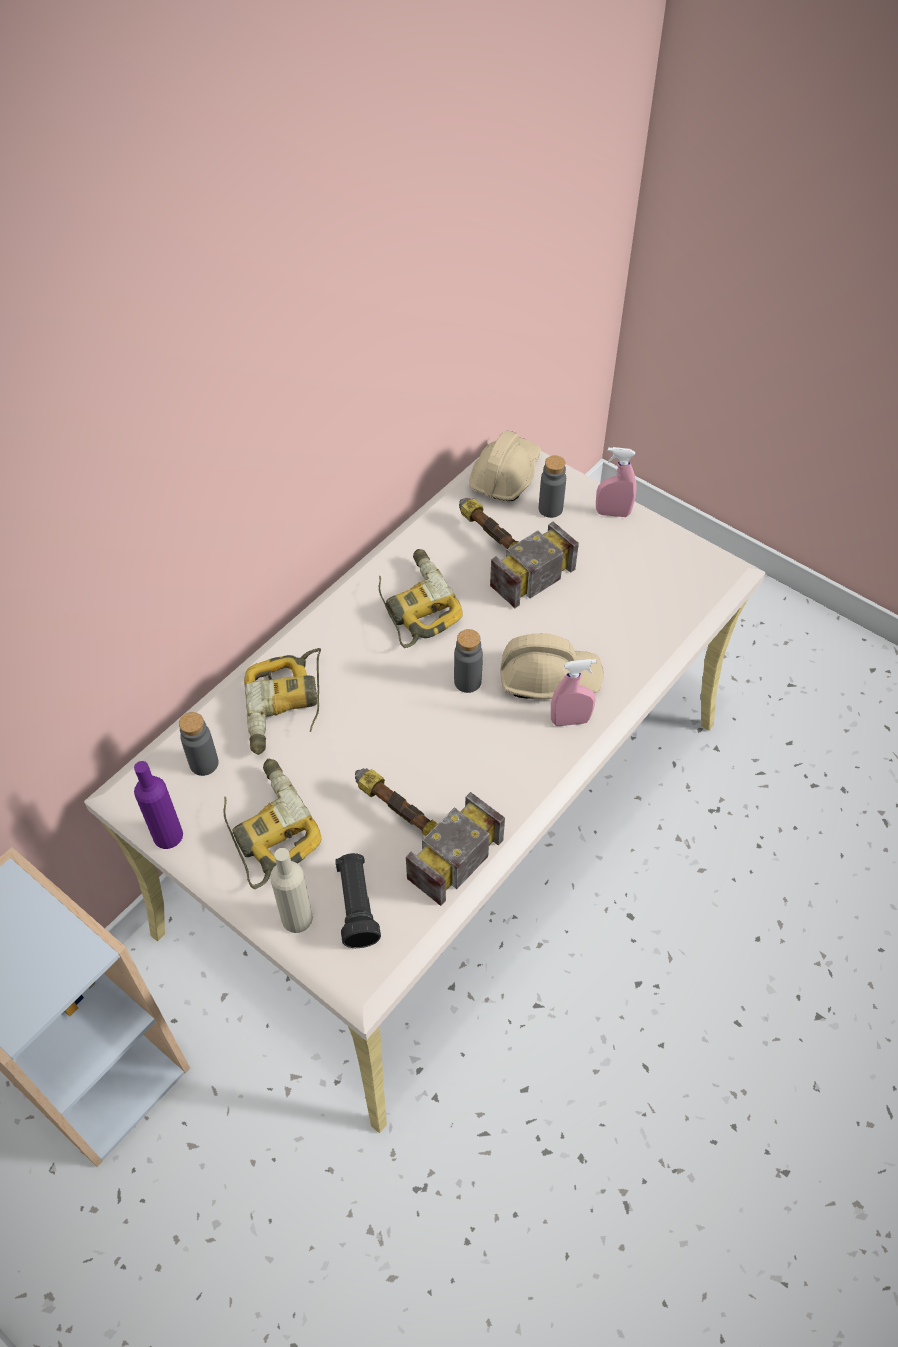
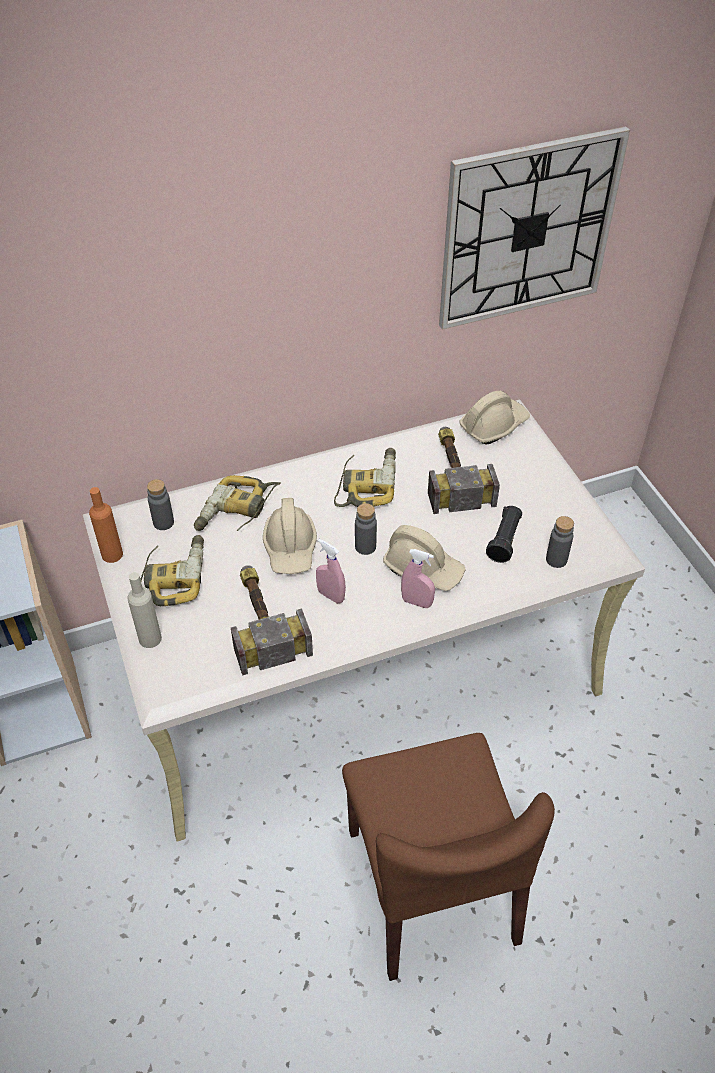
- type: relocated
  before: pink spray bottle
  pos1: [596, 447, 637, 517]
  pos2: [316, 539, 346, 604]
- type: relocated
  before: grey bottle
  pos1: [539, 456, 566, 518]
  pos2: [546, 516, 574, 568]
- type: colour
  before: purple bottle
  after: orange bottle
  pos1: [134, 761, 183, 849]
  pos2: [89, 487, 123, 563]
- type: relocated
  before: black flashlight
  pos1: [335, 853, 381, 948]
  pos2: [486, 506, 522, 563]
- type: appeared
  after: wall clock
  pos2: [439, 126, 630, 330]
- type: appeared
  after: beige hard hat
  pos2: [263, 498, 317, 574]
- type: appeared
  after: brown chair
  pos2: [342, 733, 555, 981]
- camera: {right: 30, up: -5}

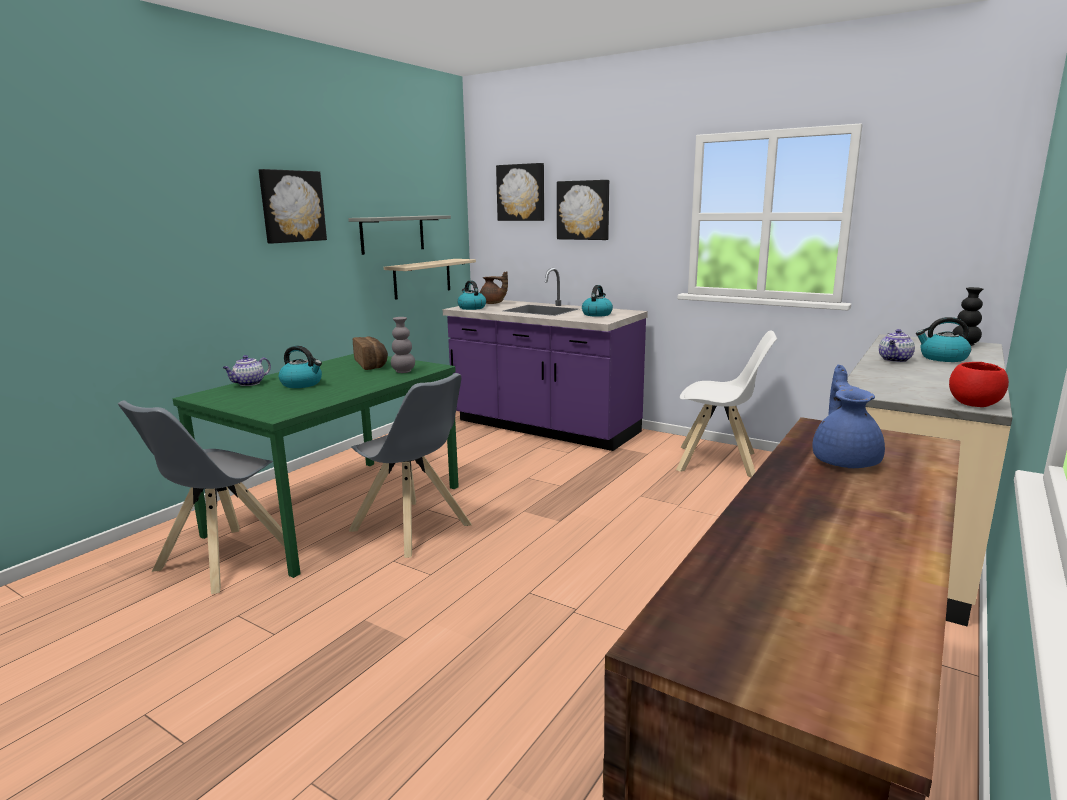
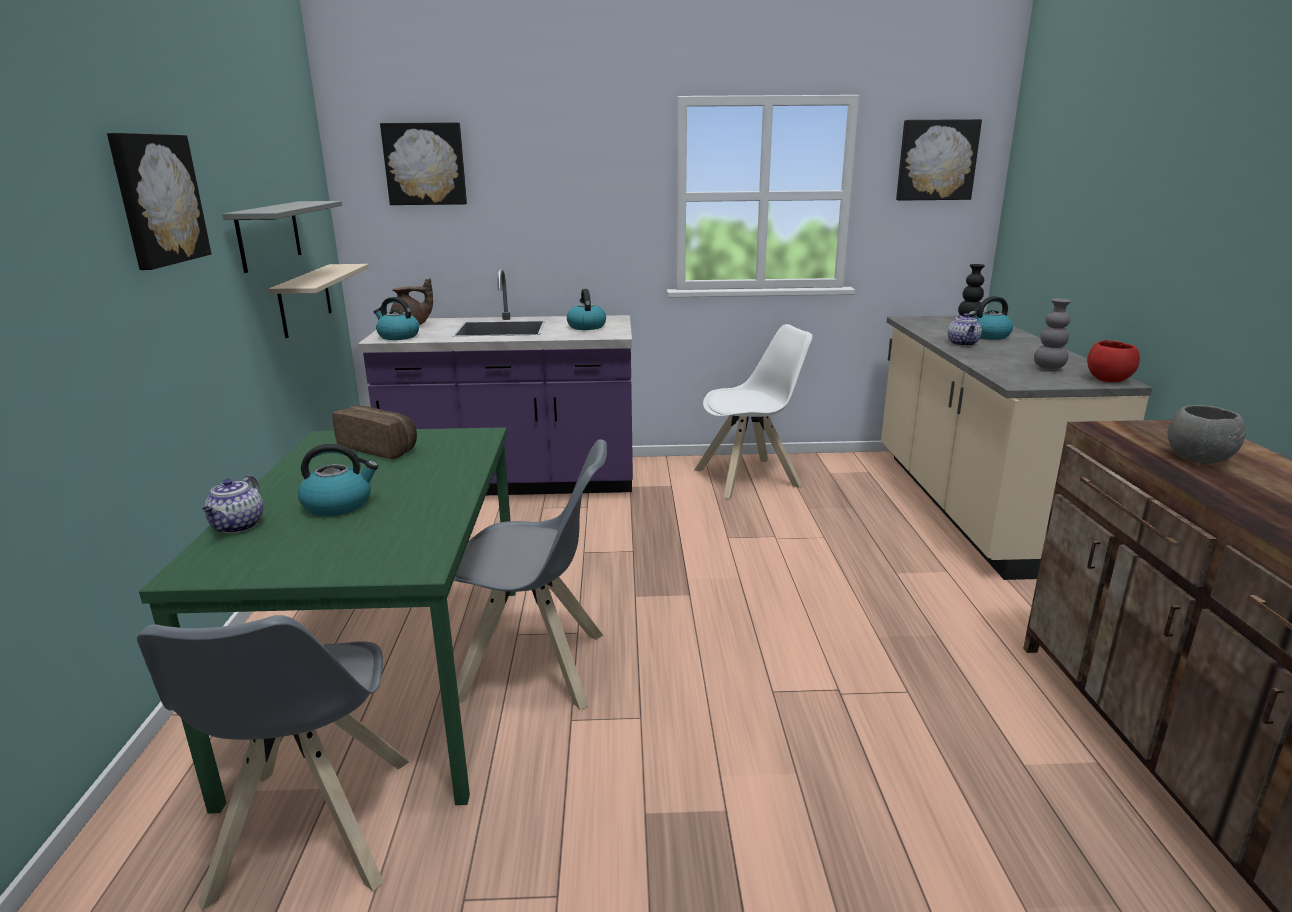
- type: relocated
  before: picture
  pos1: [557, 180, 609, 240]
  pos2: [896, 119, 982, 201]
- type: relocated
  before: grey vase
  pos1: [391, 317, 415, 373]
  pos2: [1034, 298, 1072, 371]
- type: exchanged
  before: blue teapot
  after: grey bowl
  pos1: [812, 365, 885, 468]
  pos2: [1167, 405, 1246, 464]
- camera: {right: -35, up: 5}

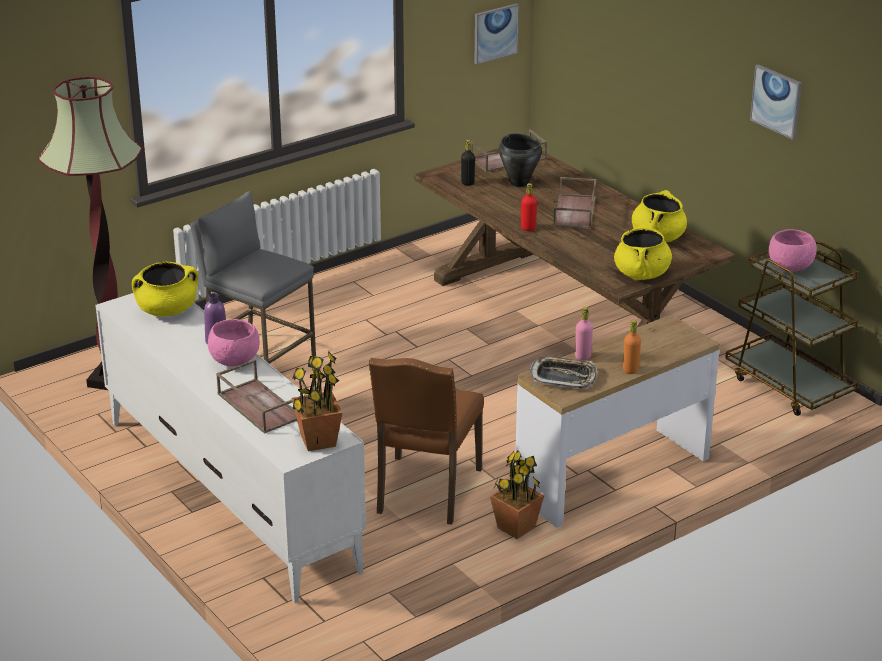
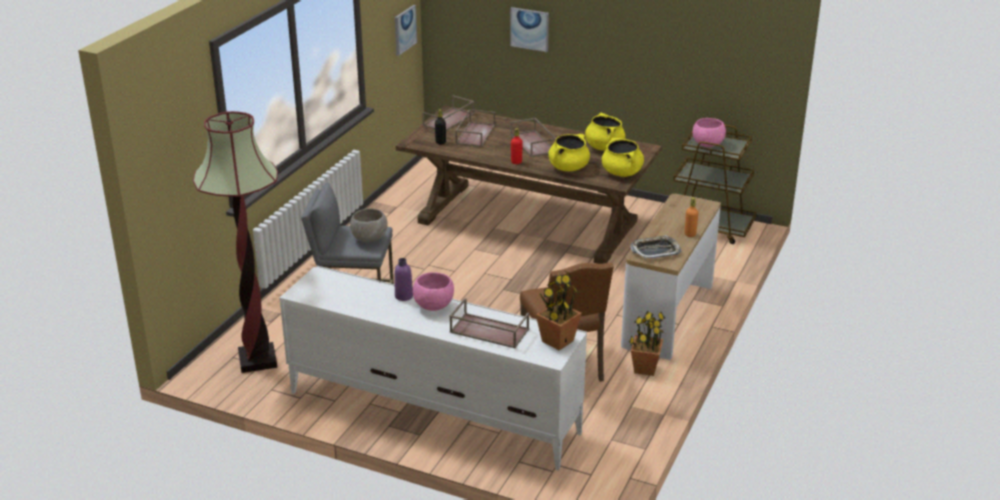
- type: relocated
  before: picture
  pos1: [750, 64, 802, 140]
  pos2: [510, 7, 549, 52]
- type: exchanged
  before: black cooking pot
  after: brown tray
  pos1: [499, 134, 542, 187]
  pos2: [455, 109, 495, 147]
- type: relocated
  before: yellow cooking pot
  pos1: [132, 262, 199, 316]
  pos2: [548, 134, 590, 171]
- type: missing
  before: pink bottle
  pos1: [575, 307, 593, 361]
- type: appeared
  after: grey bowl
  pos2: [350, 208, 388, 242]
- camera: {right: -30, up: 0}

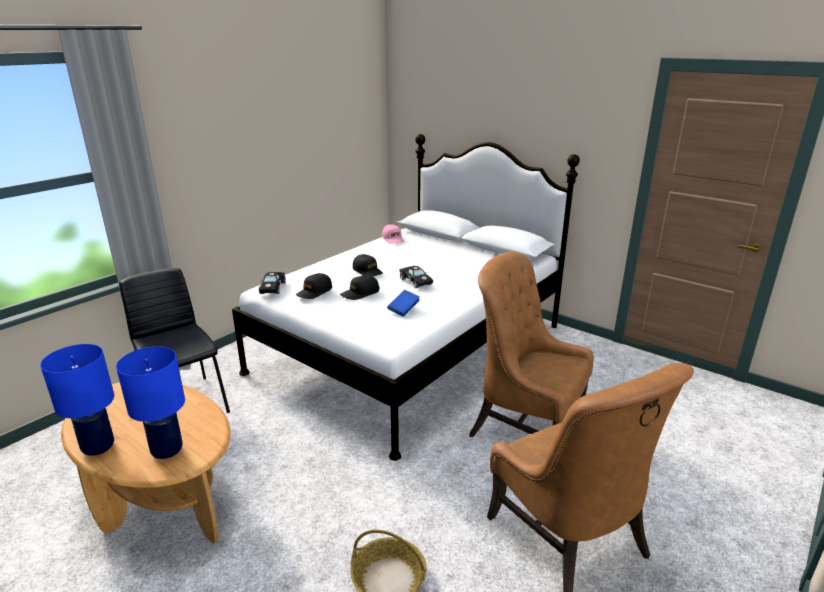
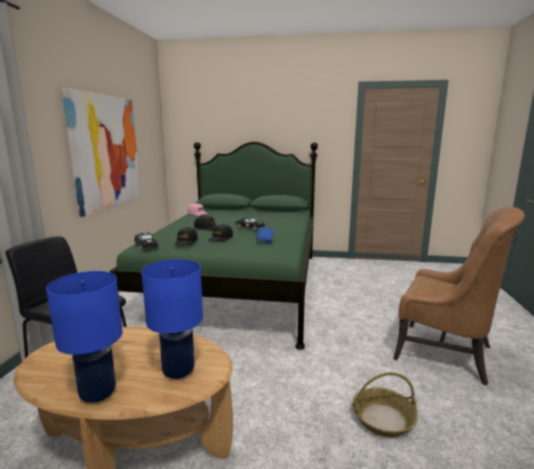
- type: colour
  before: white bed
  after: green bed
  pos1: [232, 134, 580, 461]
  pos2: [110, 142, 318, 350]
- type: missing
  before: brown chair
  pos1: [469, 252, 594, 437]
- type: appeared
  after: picture
  pos2: [62, 88, 141, 217]
- camera: {right: -30, up: -10}

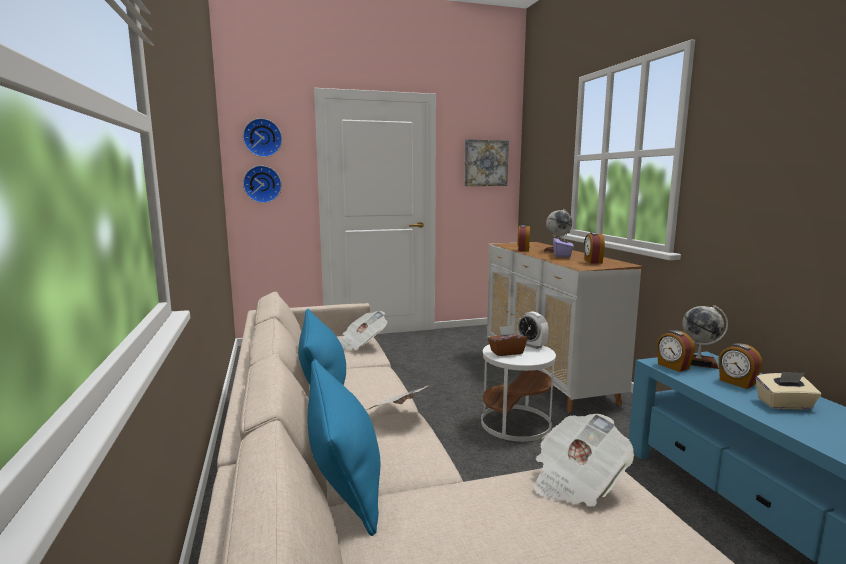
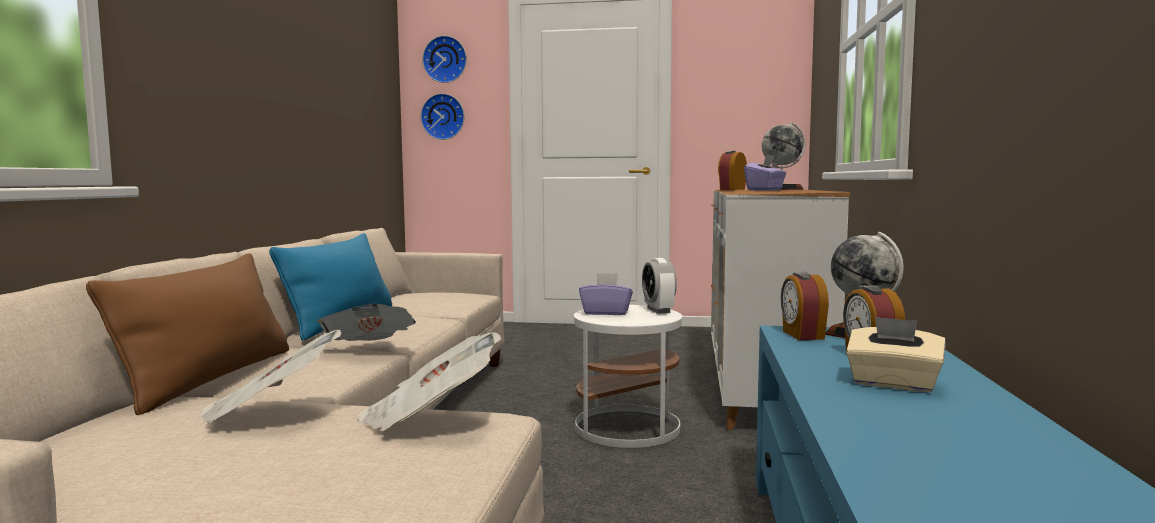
- type: missing
  before: picture
  pos1: [464, 139, 509, 186]
- type: missing
  before: alarm clock
  pos1: [584, 232, 605, 263]
- type: relocated
  before: newspaper
  pos1: [340, 311, 387, 350]
  pos2: [200, 330, 341, 425]
- type: colour
  before: brown tissue box
  after: purple tissue box
  pos1: [488, 326, 527, 356]
  pos2: [579, 273, 633, 315]
- type: colour
  before: blue pillow
  after: brown pillow
  pos1: [308, 359, 381, 536]
  pos2: [86, 253, 289, 415]
- camera: {right: 25, up: -5}

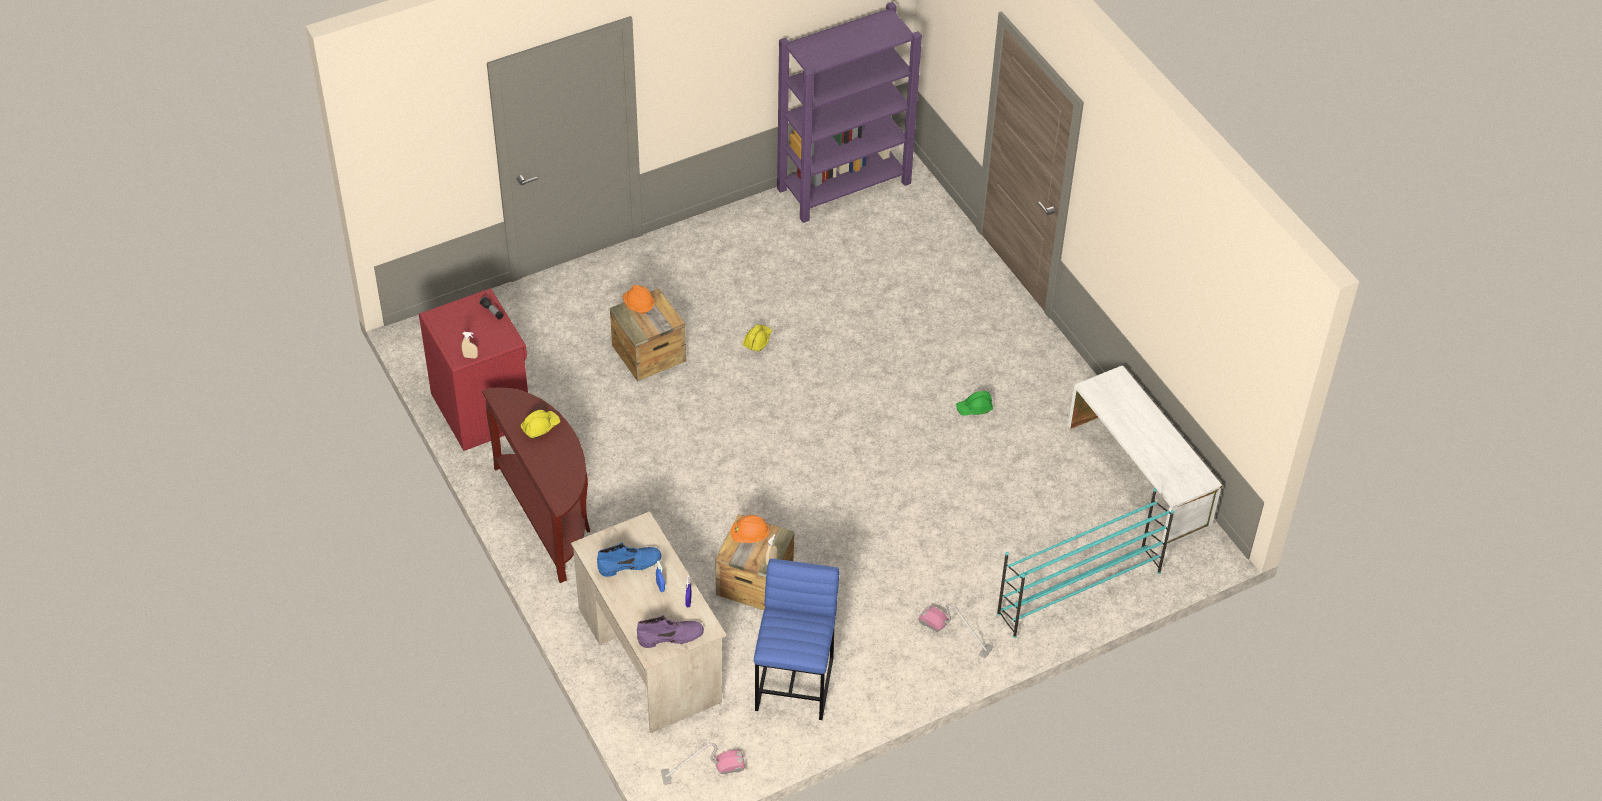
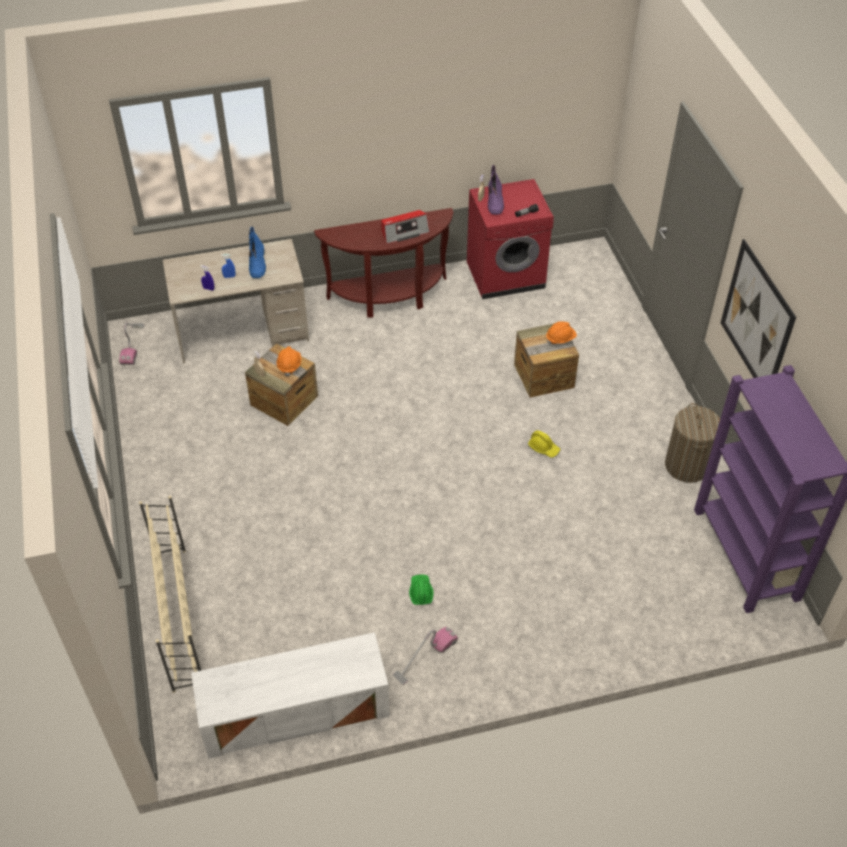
- type: exchanged
  before: yellow hard hat
  after: radio
  pos1: [521, 410, 560, 438]
  pos2: [381, 210, 430, 244]
- type: colour
  before: turquoise shoe rack
  after: beige shoe rack
  pos1: [997, 488, 1174, 638]
  pos2: [139, 496, 201, 693]
- type: missing
  before: blue chair
  pos1: [754, 559, 839, 720]
- type: relocated
  before: vacuum cleaner
  pos1: [918, 603, 993, 658]
  pos2: [393, 627, 458, 685]
- type: relocated
  before: purple boot
  pos1: [637, 614, 704, 648]
  pos2: [488, 165, 504, 215]
- type: appeared
  after: picture
  pos2: [721, 239, 796, 378]
- type: appeared
  after: laundry basket
  pos2: [665, 403, 720, 483]
- camera: {right: 105, up: 0}

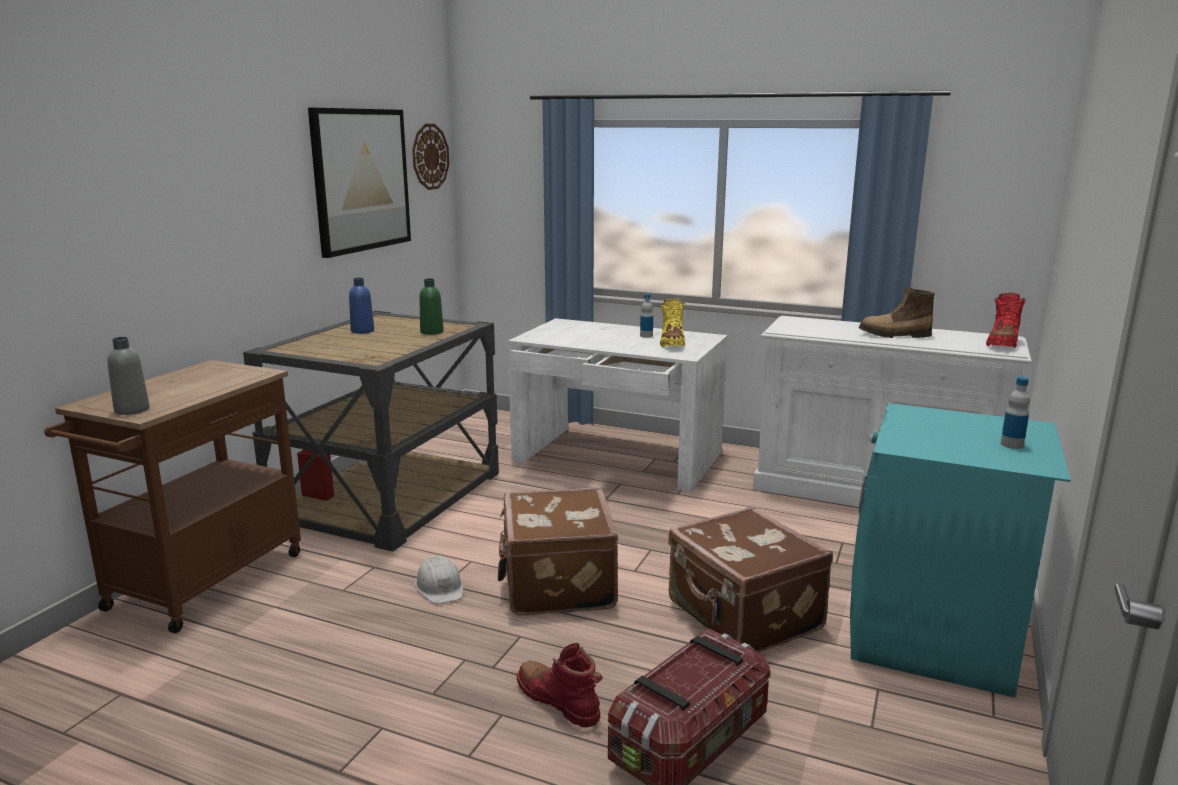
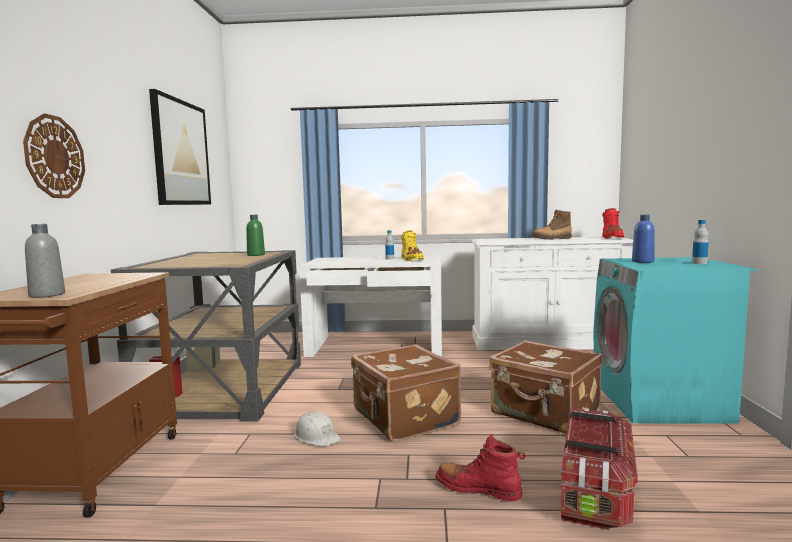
- type: relocated
  before: wall clock
  pos1: [412, 124, 449, 190]
  pos2: [23, 113, 85, 198]
- type: relocated
  before: blue bottle
  pos1: [349, 278, 374, 334]
  pos2: [632, 215, 655, 263]
- camera: {right: -20, up: -10}

